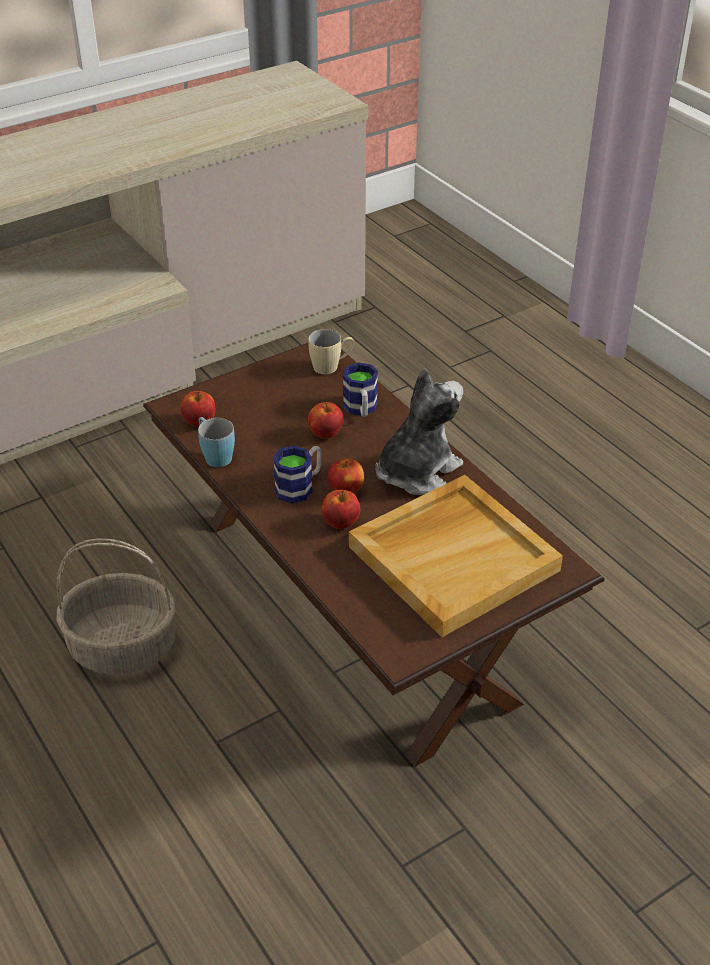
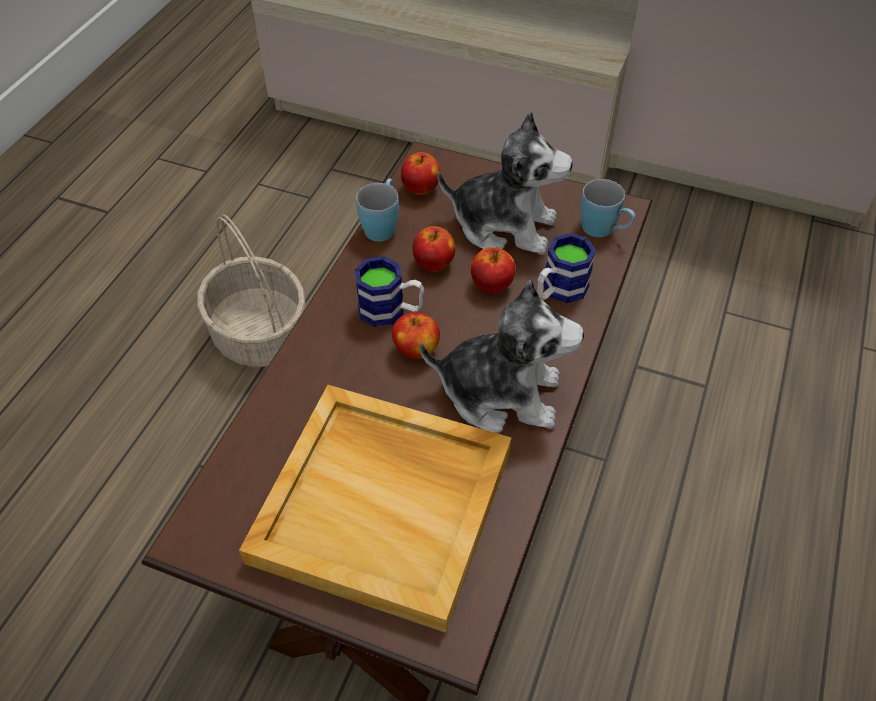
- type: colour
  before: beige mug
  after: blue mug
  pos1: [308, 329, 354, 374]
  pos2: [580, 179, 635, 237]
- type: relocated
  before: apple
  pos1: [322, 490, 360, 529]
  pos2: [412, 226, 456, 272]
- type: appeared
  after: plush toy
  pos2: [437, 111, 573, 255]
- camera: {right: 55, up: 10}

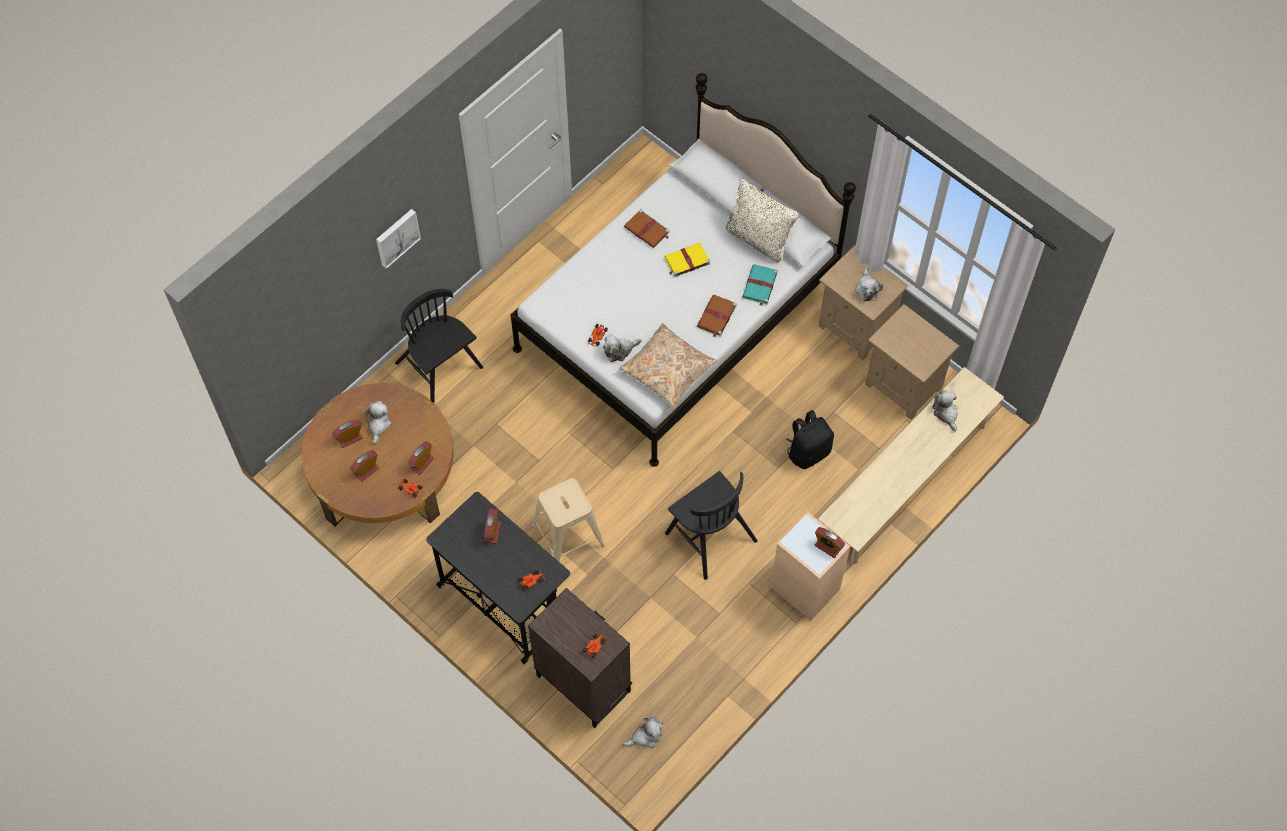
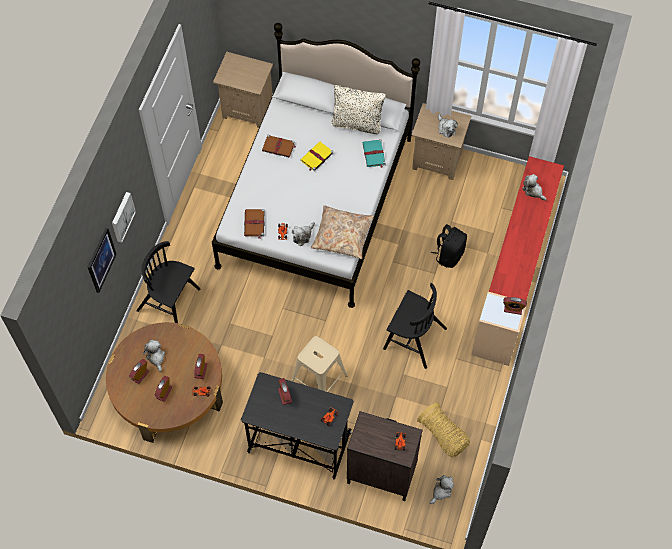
- type: relocated
  before: brown book
  pos1: [697, 295, 736, 337]
  pos2: [244, 209, 265, 239]
- type: relocated
  before: beige nightstand
  pos1: [865, 304, 959, 420]
  pos2: [213, 52, 273, 128]
- type: colour
  before: beige bench
  after: red bench
  pos1: [818, 367, 1004, 564]
  pos2: [489, 156, 564, 301]
- type: appeared
  after: picture
  pos2: [88, 227, 117, 293]
- type: appeared
  after: basket
  pos2: [417, 402, 470, 458]
- camera: {right: -25, up: 0}

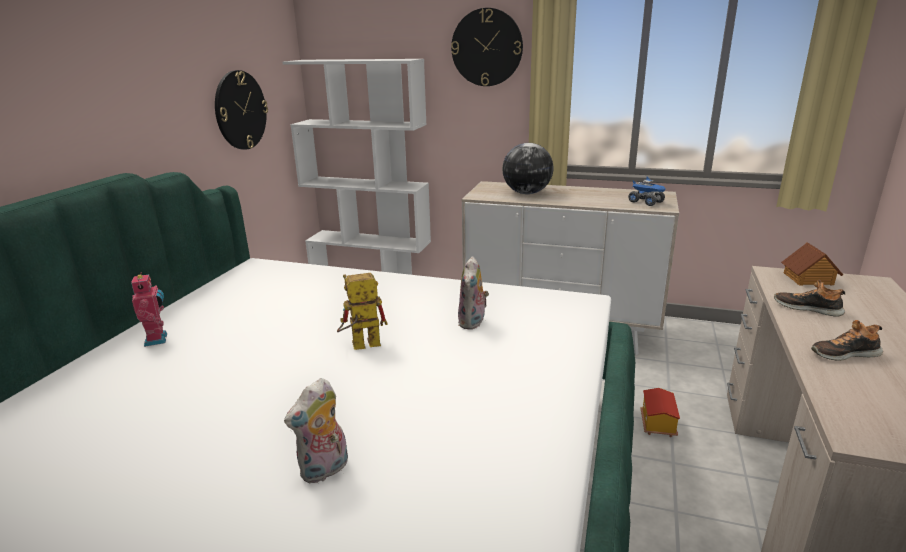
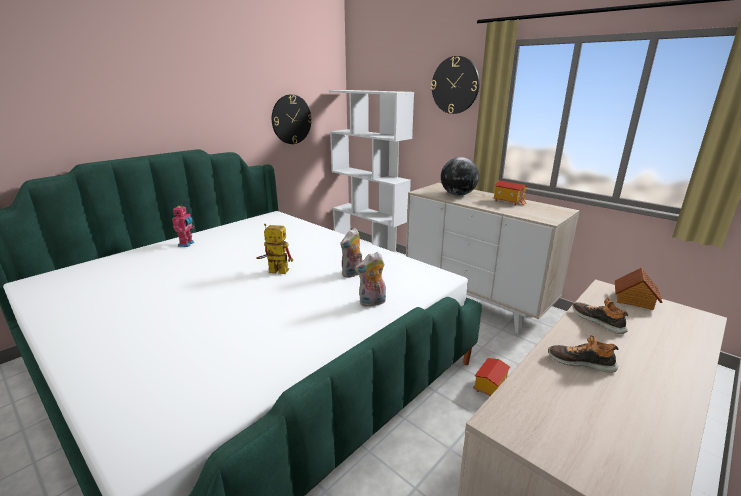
- type: missing
  before: toy truck
  pos1: [628, 176, 666, 206]
- type: relocated
  before: plush toy
  pos1: [284, 378, 348, 484]
  pos2: [355, 252, 386, 307]
- type: appeared
  after: toy house
  pos2: [493, 180, 529, 206]
- camera: {right: 25, up: 0}

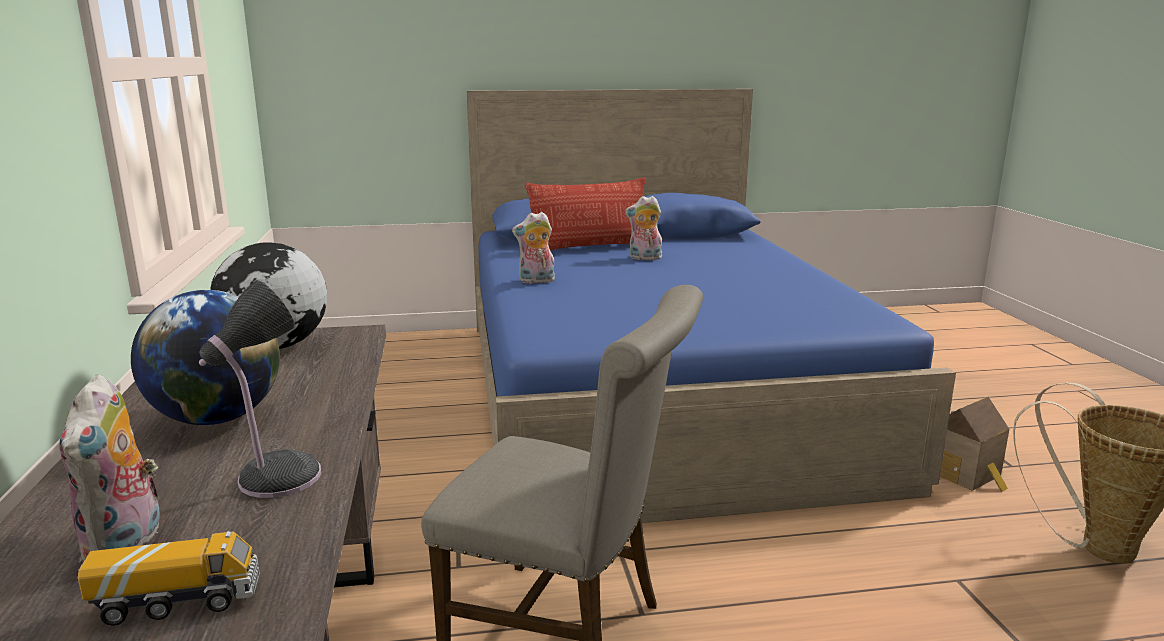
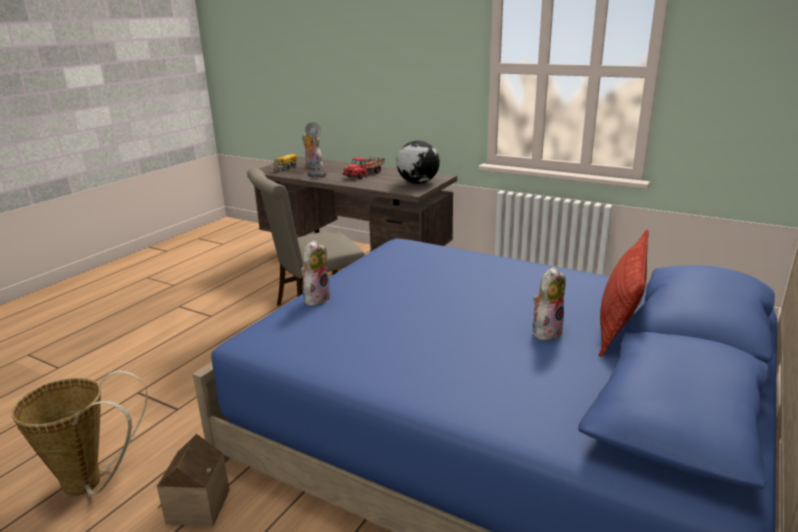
- type: relocated
  before: plush toy
  pos1: [512, 212, 555, 284]
  pos2: [301, 240, 331, 306]
- type: exchanged
  before: globe
  after: toy truck
  pos1: [131, 290, 280, 425]
  pos2: [342, 157, 385, 179]
- camera: {right: 130, up: 5}

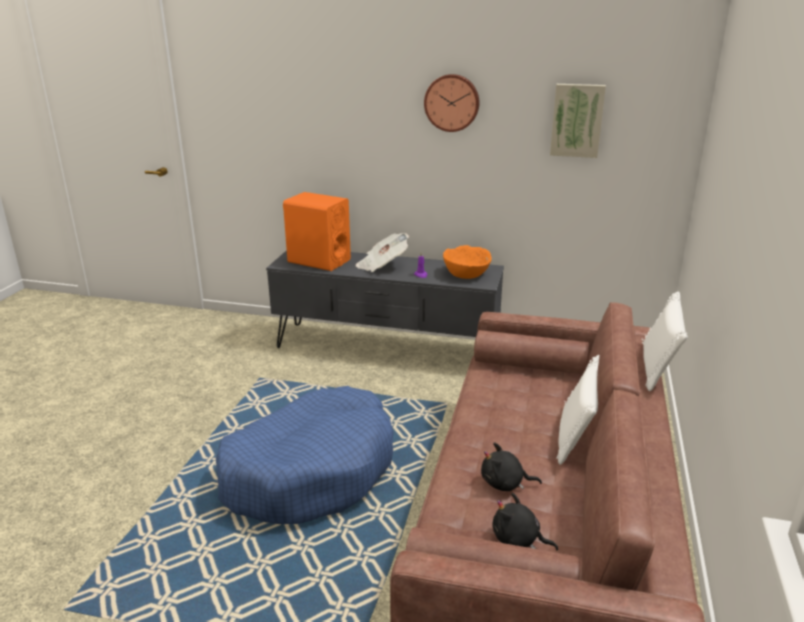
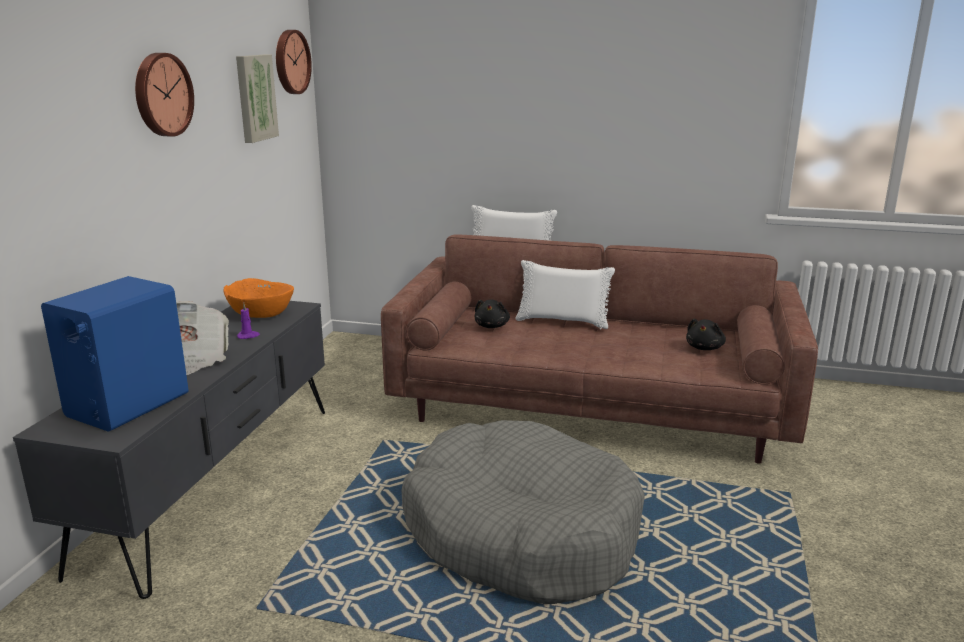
- type: colour
  before: orange speaker
  after: blue speaker
  pos1: [283, 192, 351, 271]
  pos2: [41, 276, 189, 432]
- type: colour
  before: blue dog bed
  after: grey dog bed
  pos1: [216, 386, 393, 524]
  pos2: [401, 420, 645, 604]
- type: relocated
  before: black plush toy
  pos1: [481, 442, 542, 491]
  pos2: [475, 300, 510, 328]
- type: appeared
  after: wall clock
  pos2: [276, 30, 312, 94]
- camera: {right: -90, up: -5}

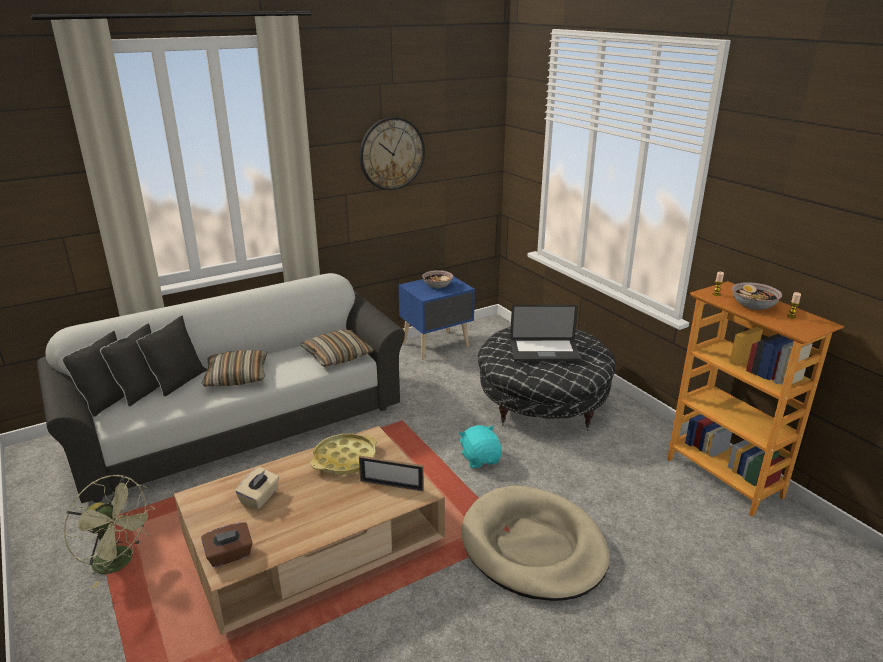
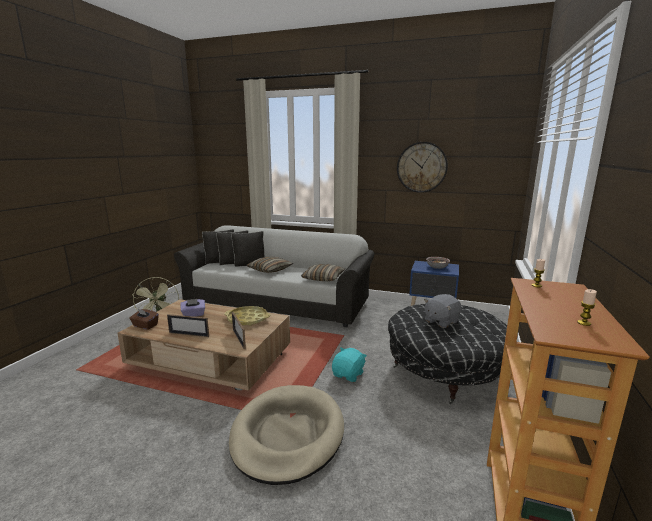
- type: missing
  before: bowl
  pos1: [732, 282, 782, 310]
- type: exchanged
  before: laptop
  after: grey plush toy
  pos1: [510, 305, 581, 362]
  pos2: [424, 294, 462, 328]
- type: colour
  before: beige tissue box
  after: purple tissue box
  pos1: [235, 467, 279, 509]
  pos2: [180, 299, 205, 317]
- type: appeared
  after: picture frame
  pos2: [167, 314, 209, 337]
- camera: {right: 50, up: -10}

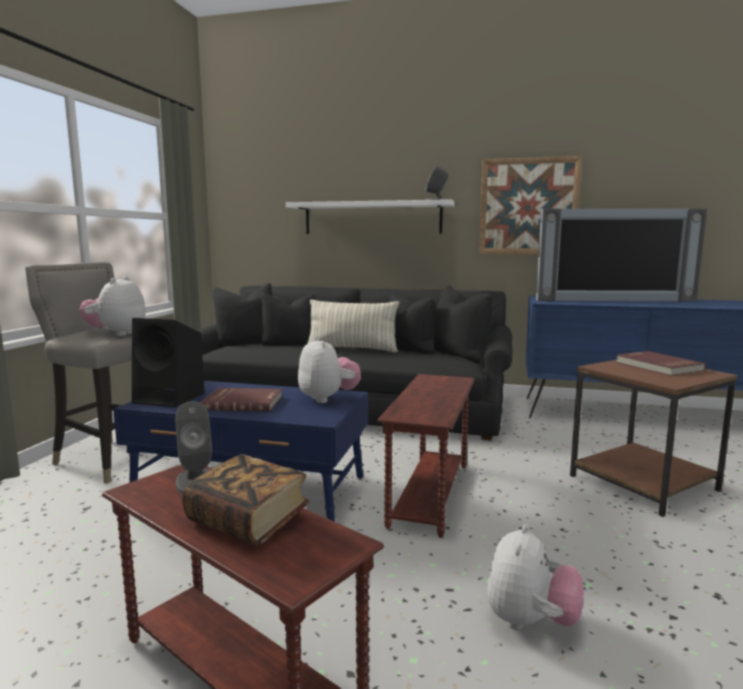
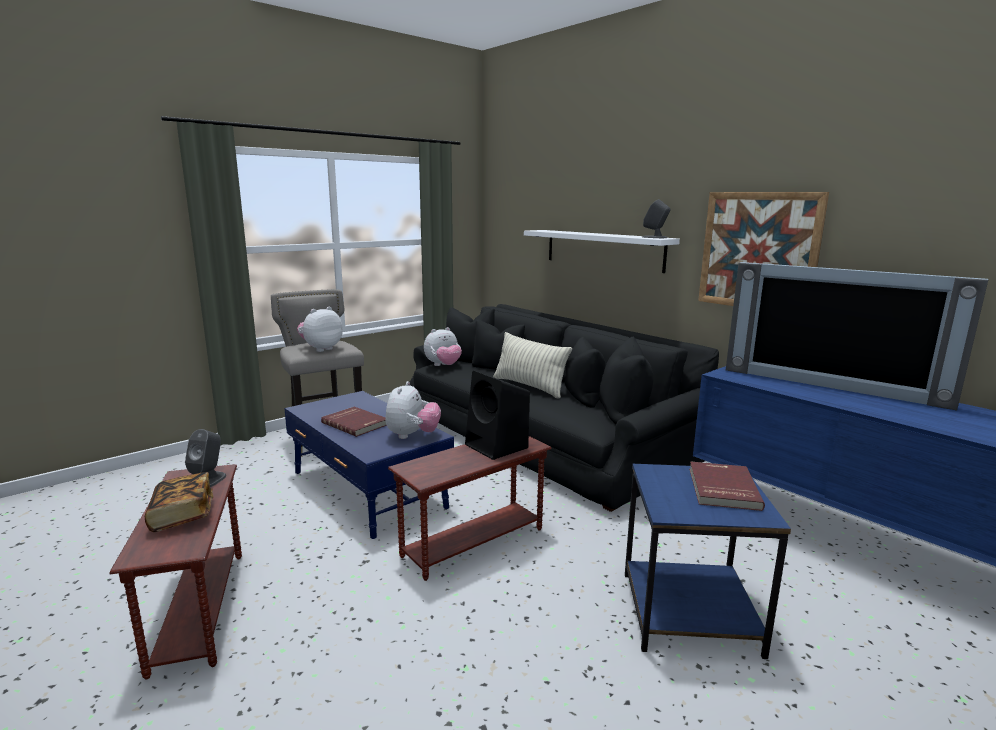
- type: relocated
  before: black speaker
  pos1: [132, 318, 205, 407]
  pos2: [465, 371, 530, 460]
- type: colour
  before: brown side table
  after: blue side table
  pos1: [570, 360, 737, 517]
  pos2: [625, 464, 791, 659]
- type: relocated
  before: plush toy
  pos1: [487, 524, 584, 630]
  pos2: [424, 327, 462, 366]
- camera: {right: 35, up: 5}

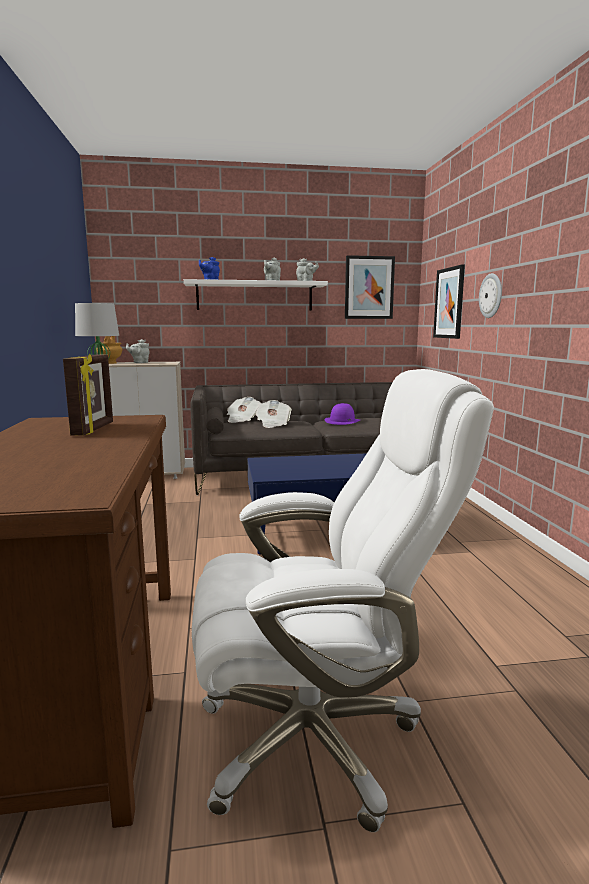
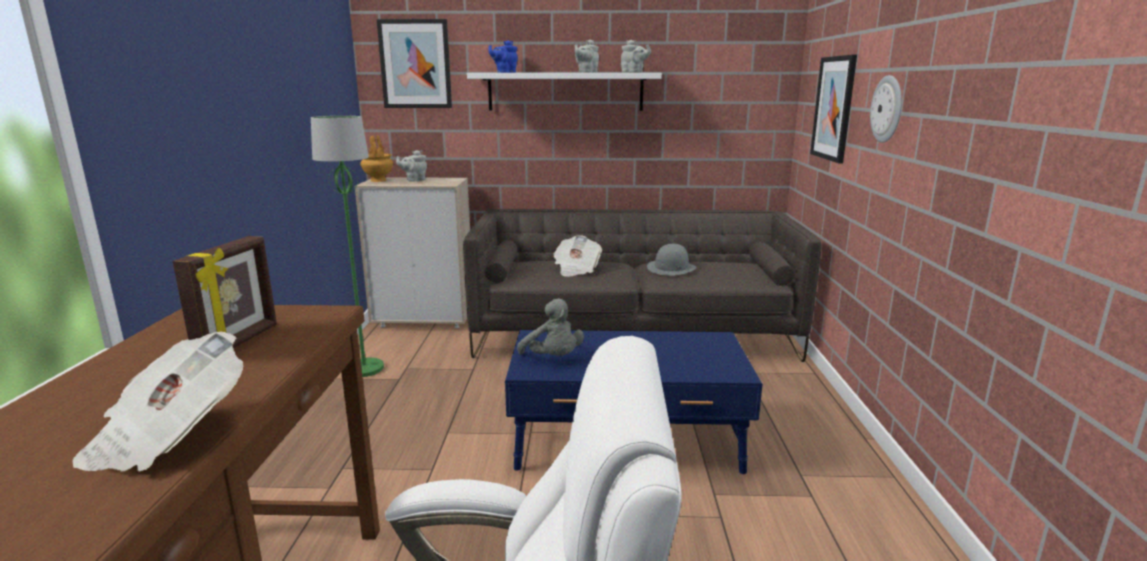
- type: relocated
  before: picture
  pos1: [345, 255, 395, 319]
  pos2: [377, 19, 452, 108]
- type: relocated
  before: newspaper
  pos1: [226, 397, 261, 423]
  pos2: [72, 332, 243, 472]
- type: colour
  before: purple hat
  after: grey hat
  pos1: [324, 403, 360, 425]
  pos2: [647, 244, 697, 276]
- type: appeared
  after: grey plush toy
  pos2: [517, 299, 584, 356]
- camera: {right: 10, up: 5}

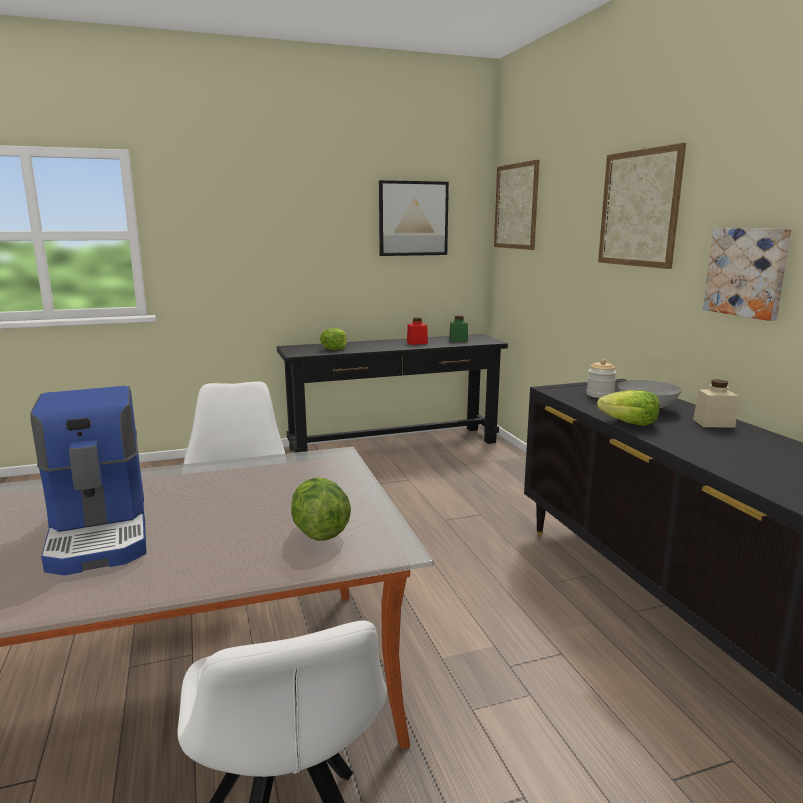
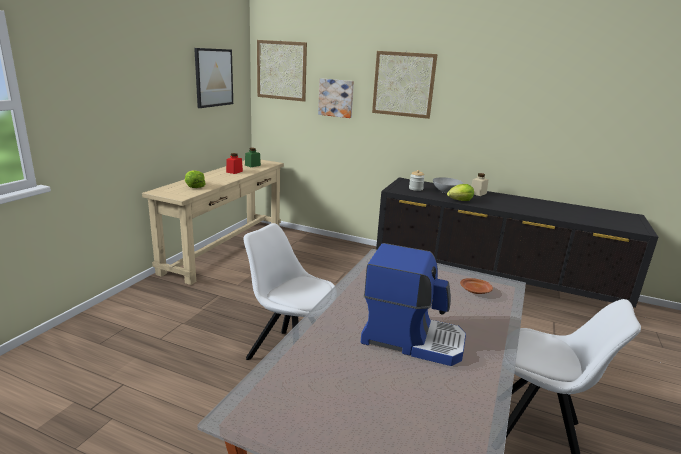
- type: relocated
  before: picture
  pos1: [703, 228, 791, 321]
  pos2: [318, 78, 354, 118]
- type: colour
  before: black console table
  after: beige console table
  pos1: [277, 334, 508, 453]
  pos2: [142, 159, 284, 285]
- type: exchanged
  before: lettuce
  after: brown plate
  pos1: [291, 478, 351, 540]
  pos2: [460, 278, 493, 294]
- camera: {right: -50, up: 5}

